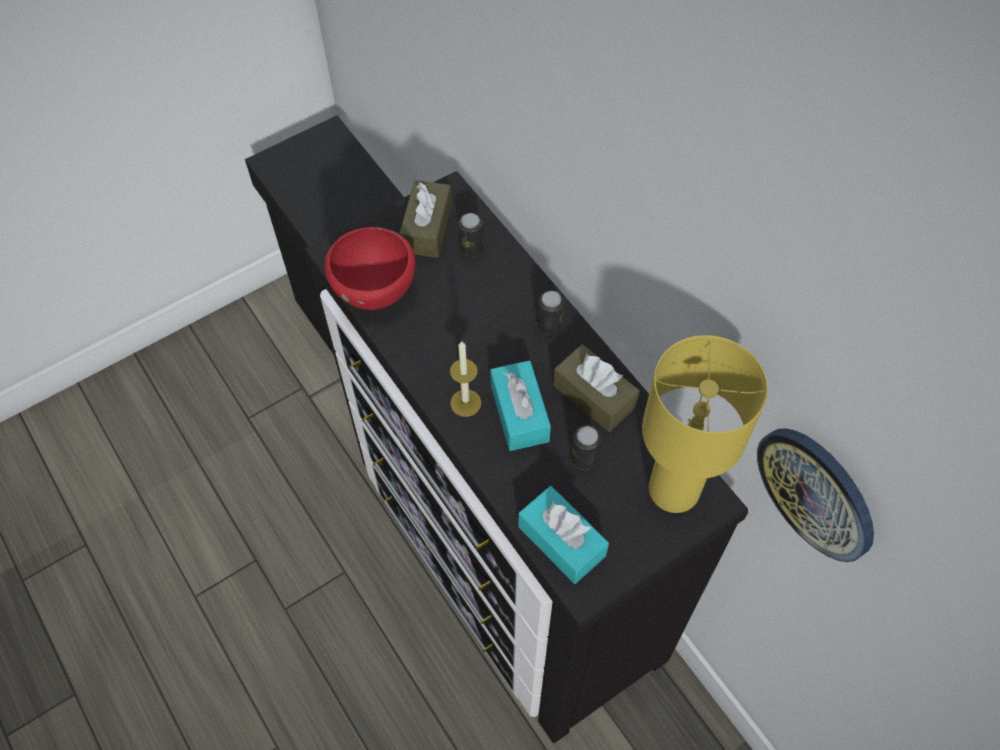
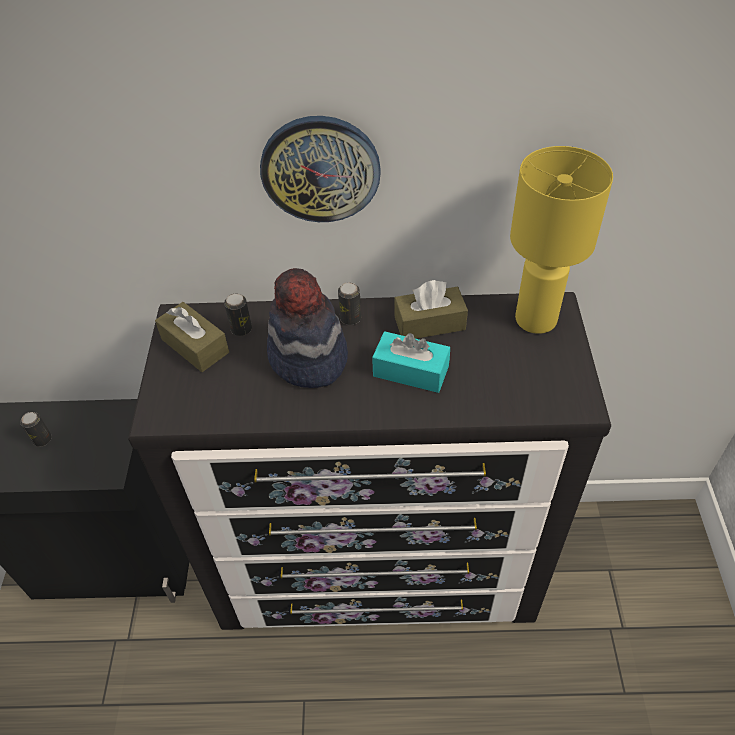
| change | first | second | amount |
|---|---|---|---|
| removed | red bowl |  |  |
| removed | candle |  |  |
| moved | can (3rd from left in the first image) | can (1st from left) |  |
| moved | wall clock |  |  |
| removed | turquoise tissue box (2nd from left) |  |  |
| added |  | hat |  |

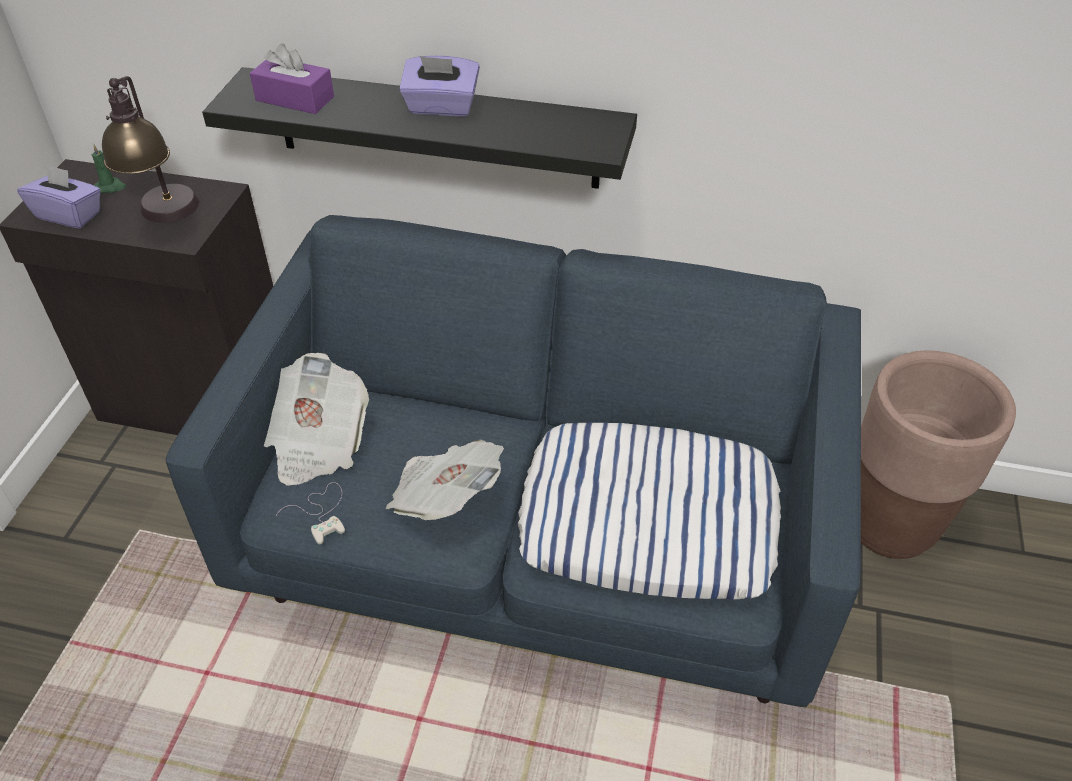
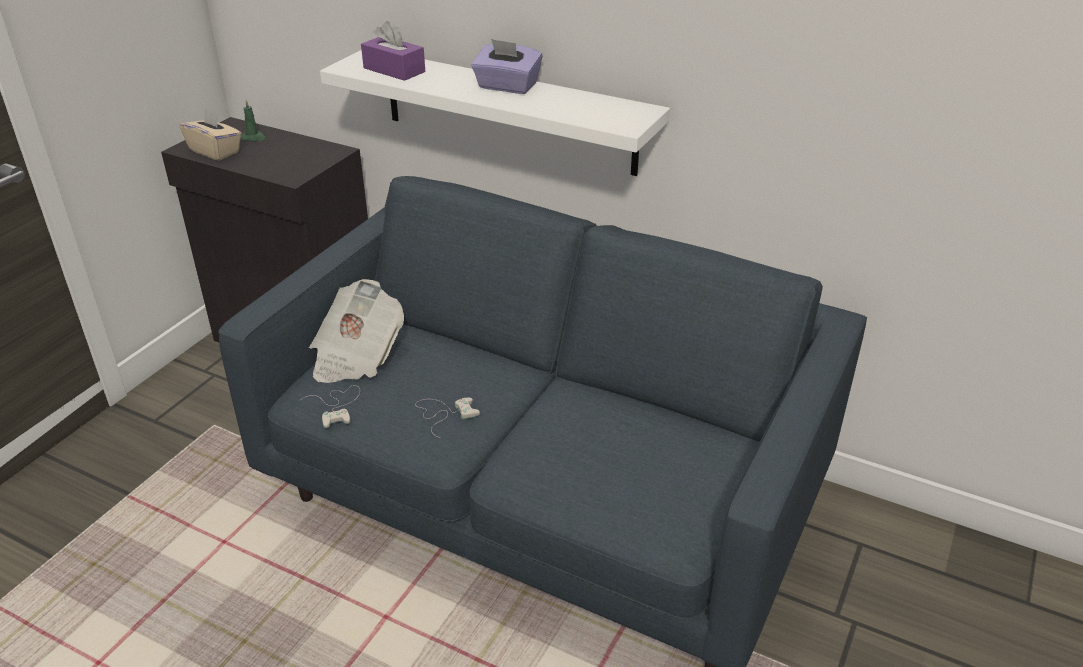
| change | first | second | amount |
|---|---|---|---|
| recoloured | black shelf | white shelf |  |
| removed | table lamp |  |  |
| recoloured | purple tissue box (1st from left) | beige tissue box |  |
| removed | brown planter |  |  |
| removed | pillow |  |  |
| replaced | newspaper (2nd from left) | white game controller (2nd from left) |  |

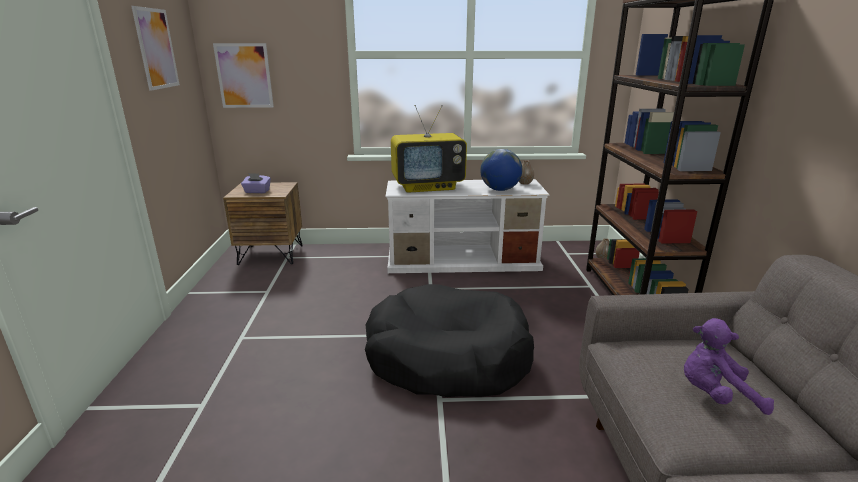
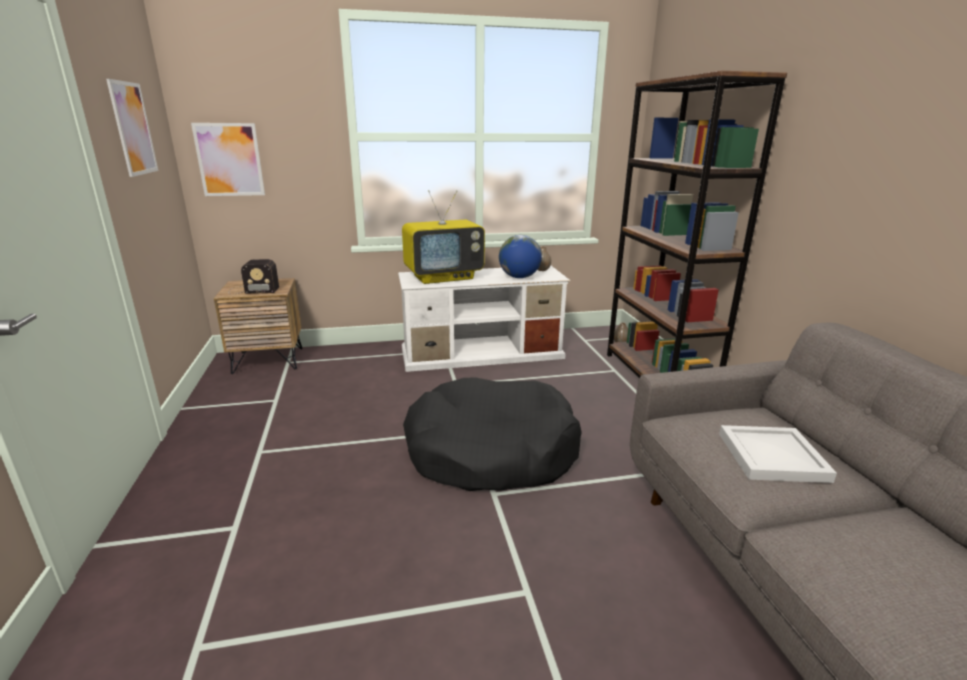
| change | first | second | amount |
|---|---|---|---|
| replaced | purple tissue box | radio |  |
| replaced | purple plush toy | white tray |  |

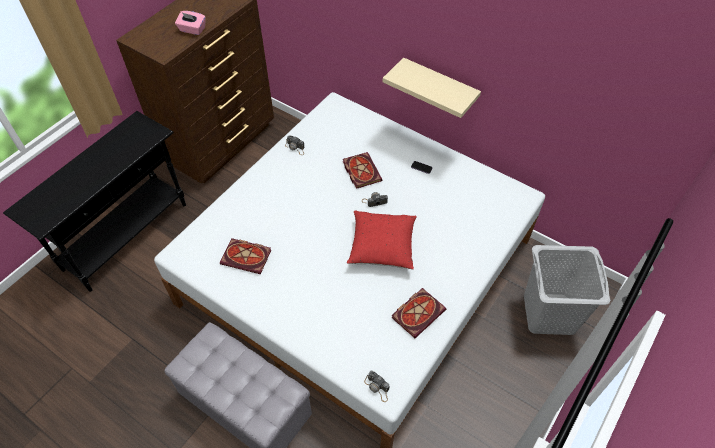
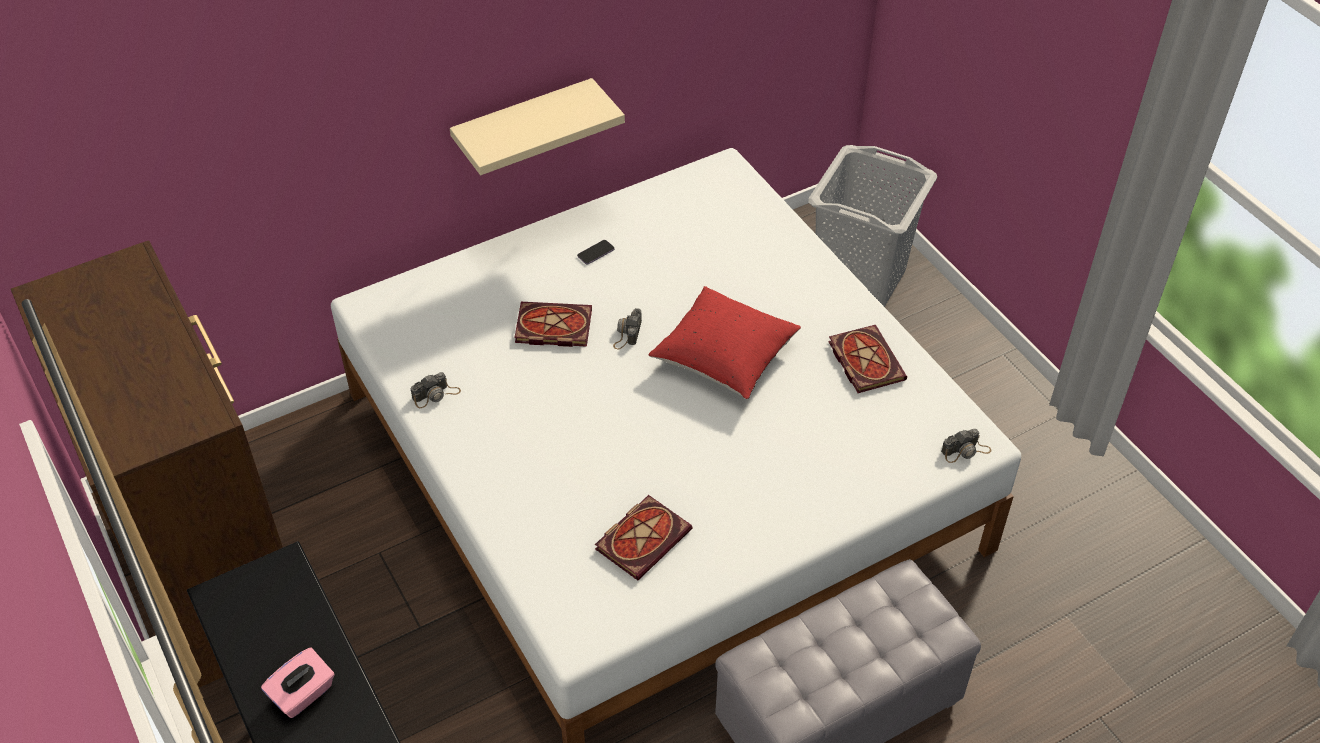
| change | first | second | amount |
|---|---|---|---|
| moved | pink tissue box |  |  |

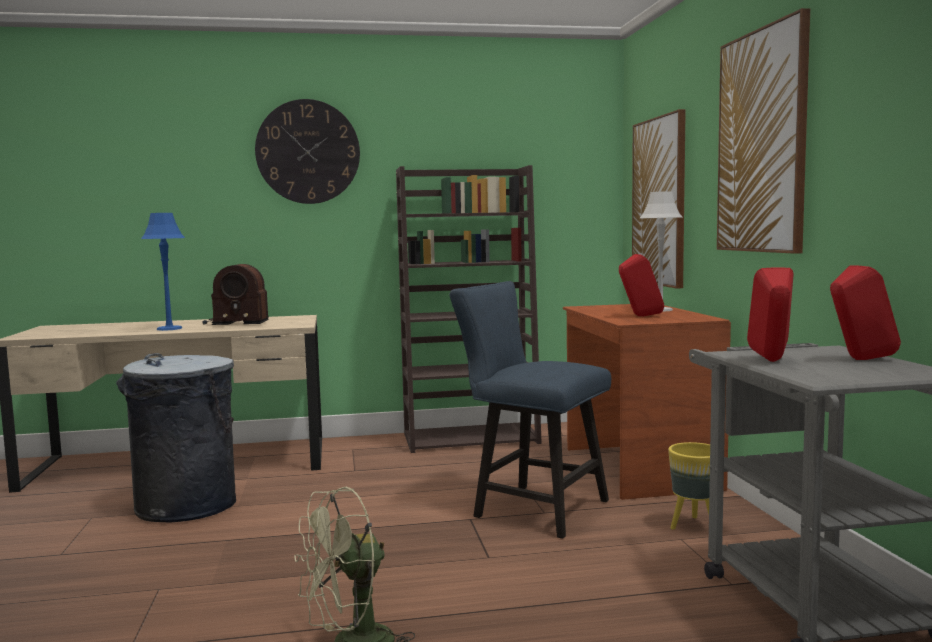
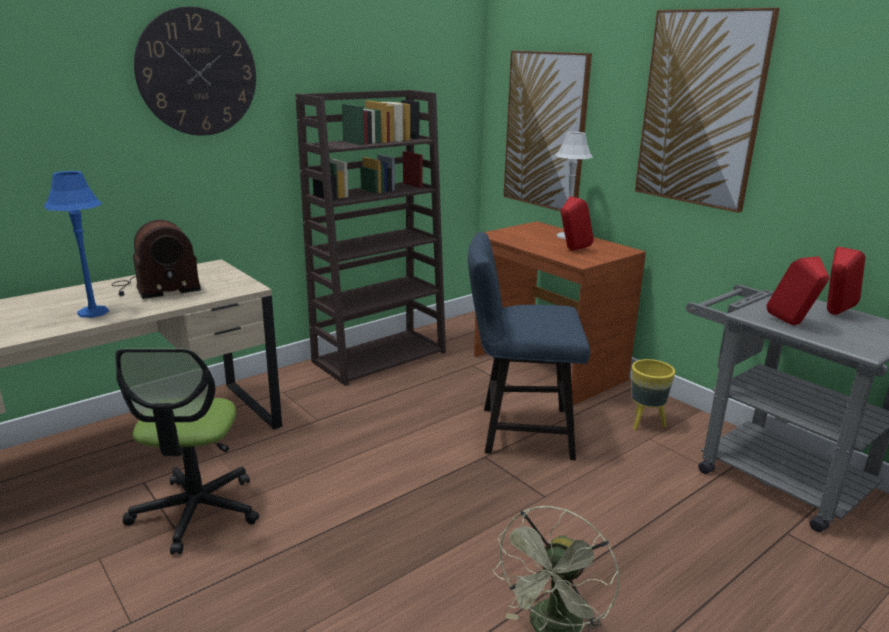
| change | first | second | amount |
|---|---|---|---|
| replaced | grey trash can | office chair |  |

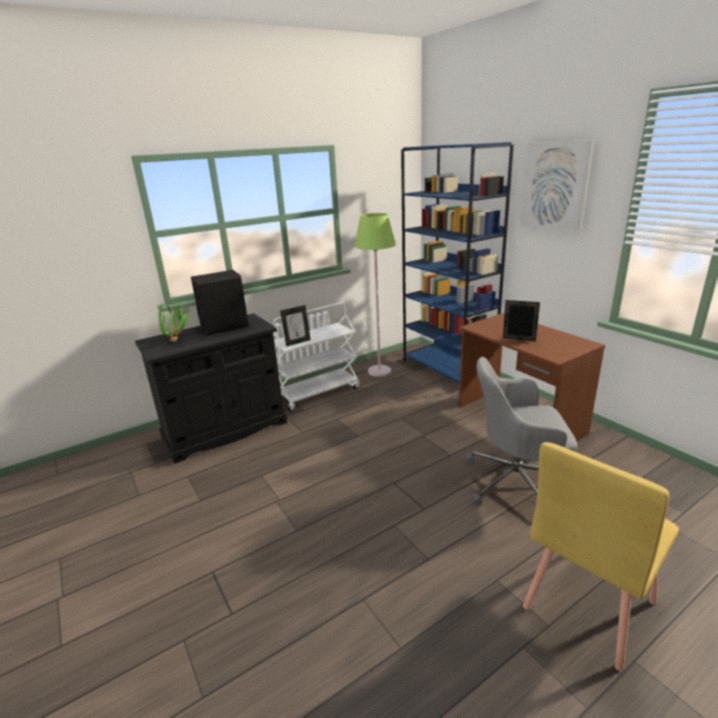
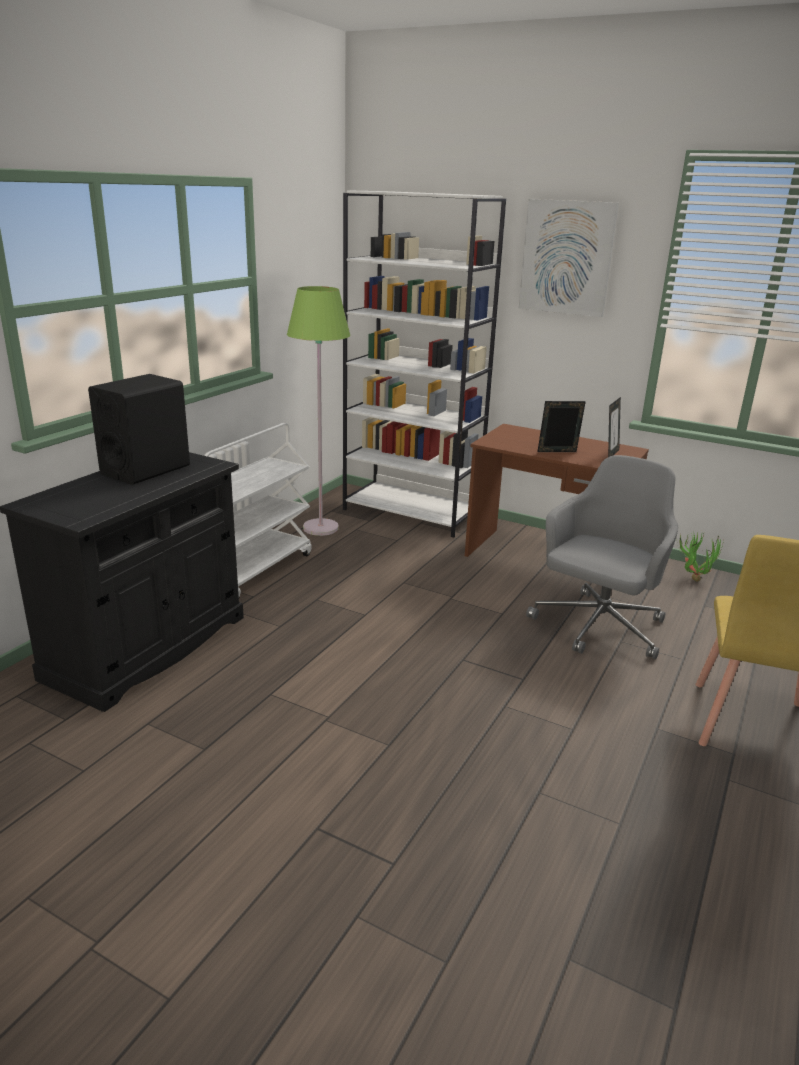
| change | first | second | amount |
|---|---|---|---|
| recoloured | blue bookcase | white bookcase |  |
| moved | potted plant |  |  |
| moved | picture frame (1st from left in the first image) | picture frame (2nd from left) |  |
| turned | grey office chair |  | 150 degrees clockwise |

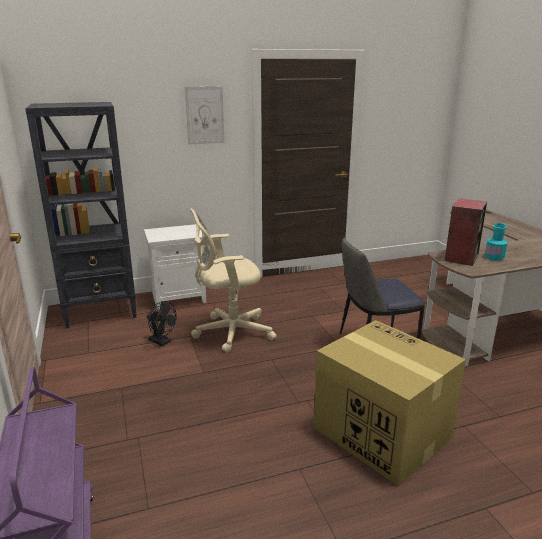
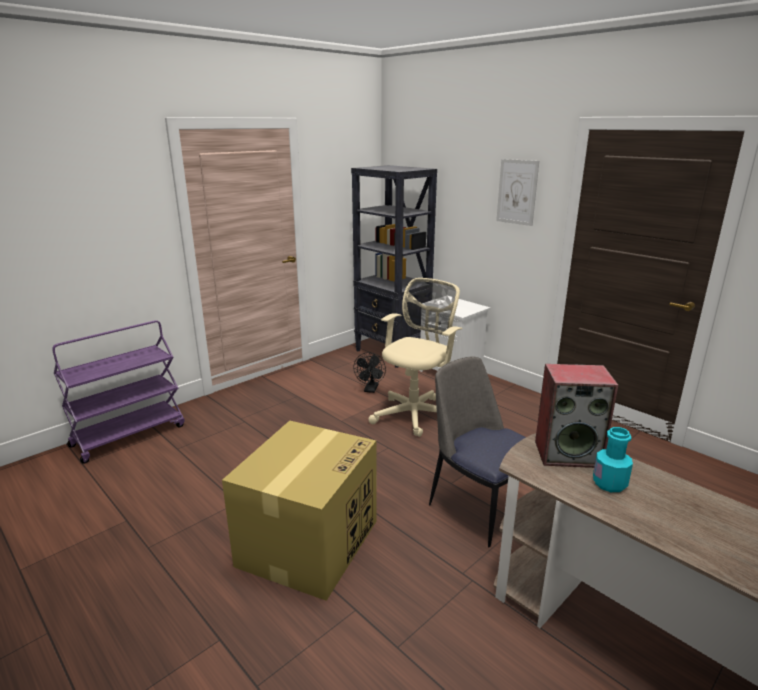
| change | first | second | amount |
|---|---|---|---|
| turned | beige office chair |  | 75 degrees clockwise |

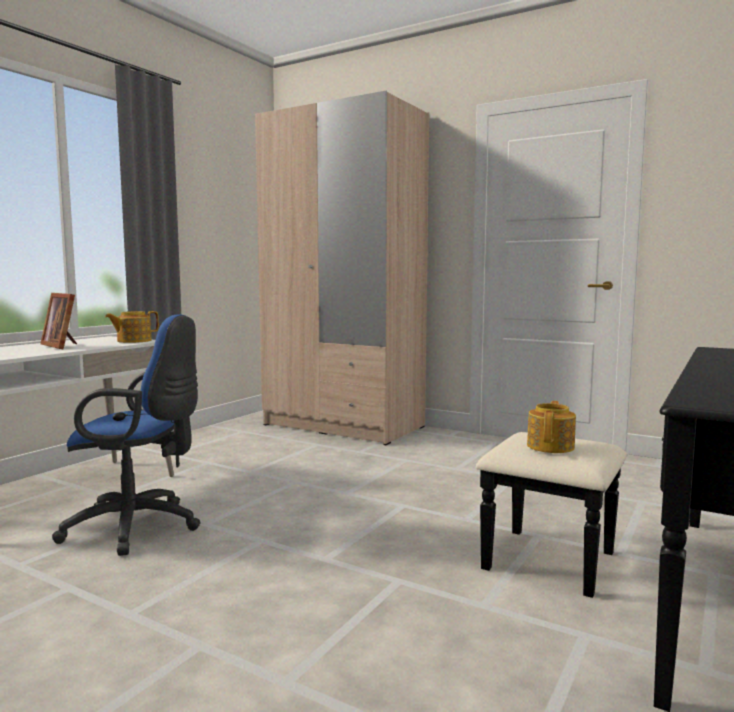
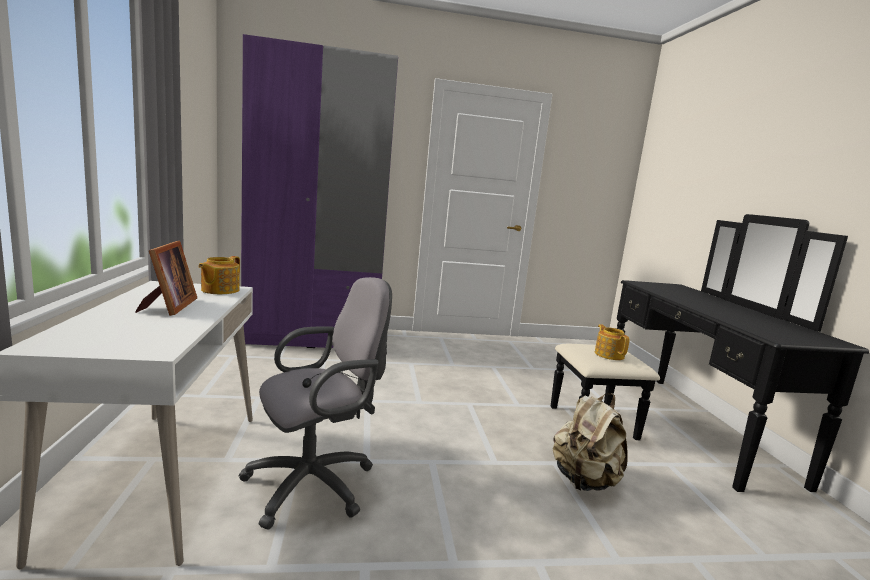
| change | first | second | amount |
|---|---|---|---|
| recoloured | beige wardrobe | purple wardrobe |  |
| turned | picture frame |  | 105 degrees counterclockwise |
| recoloured | blue office chair | grey office chair |  |
| added |  | beige backpack |  |

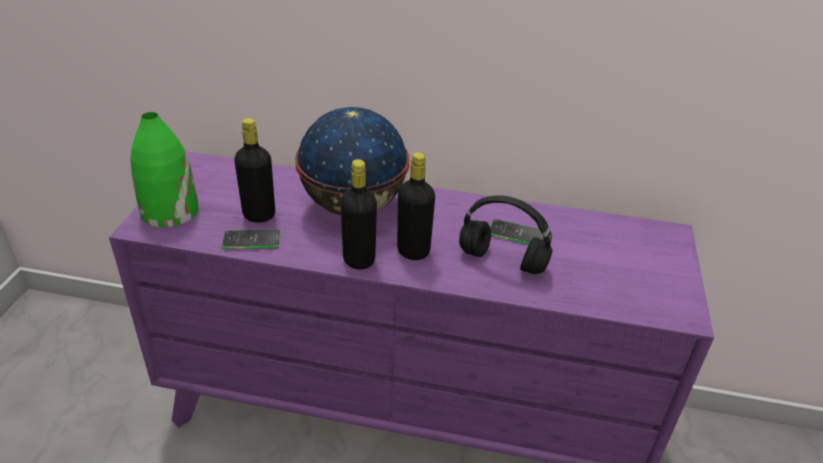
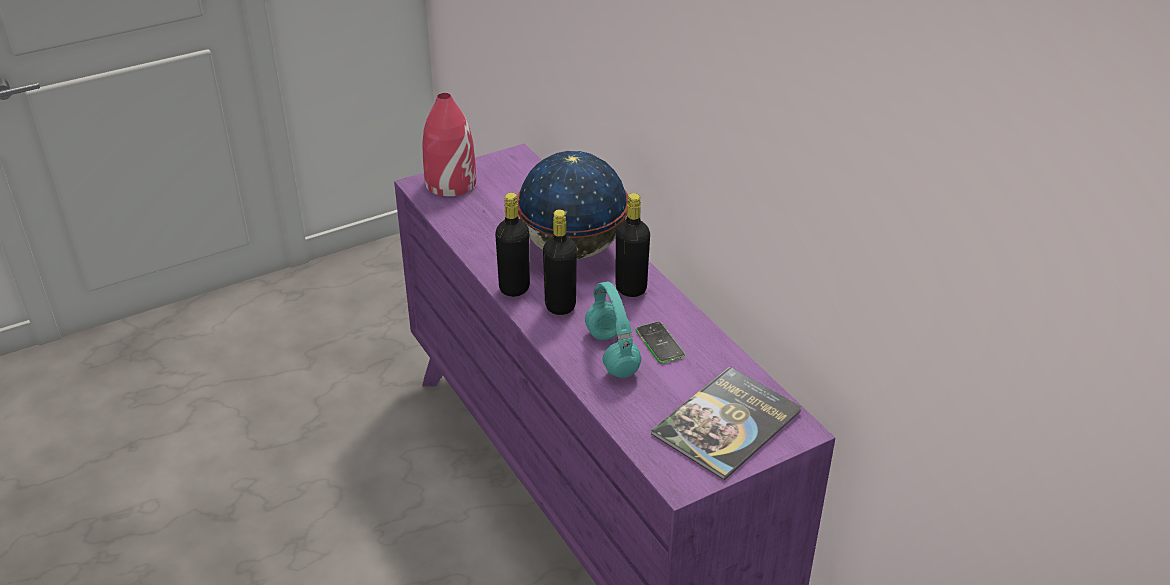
| change | first | second | amount |
|---|---|---|---|
| recoloured | green vase | red vase |  |
| moved | black bottle (1st from left in the first image) | black bottle (3rd from left) |  |
| recoloured | black headphones | turquoise headphones |  |
| removed | phone (1st from left) |  |  |
| added |  | book |  |

